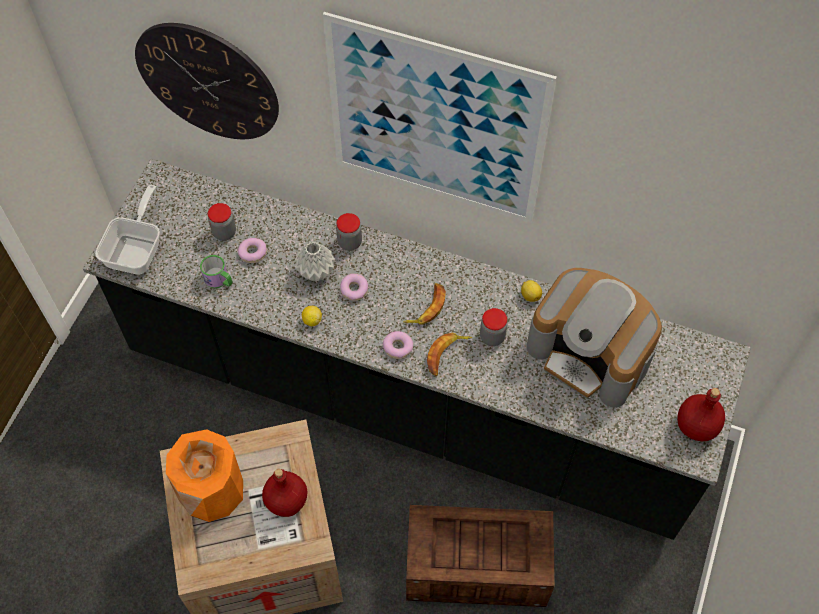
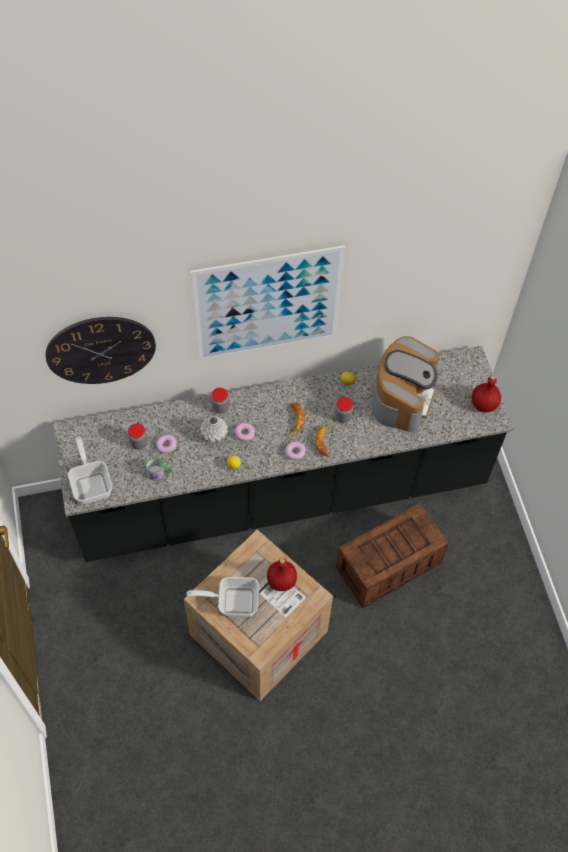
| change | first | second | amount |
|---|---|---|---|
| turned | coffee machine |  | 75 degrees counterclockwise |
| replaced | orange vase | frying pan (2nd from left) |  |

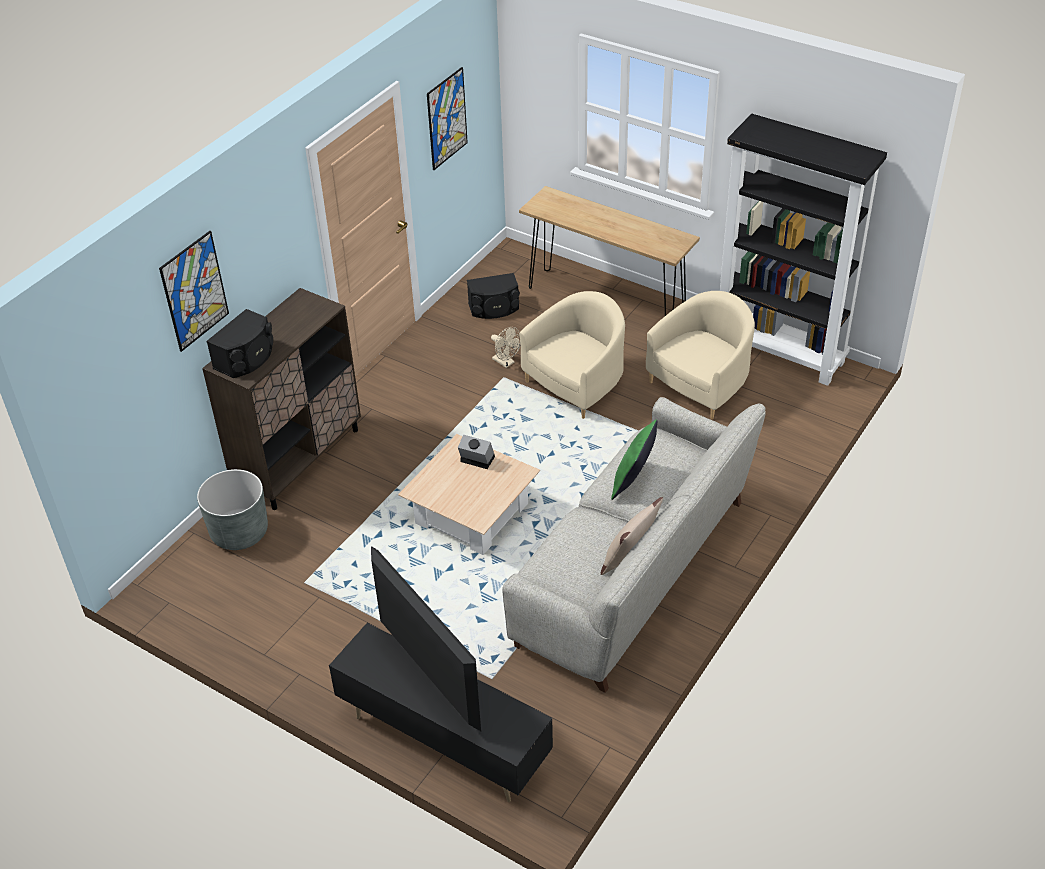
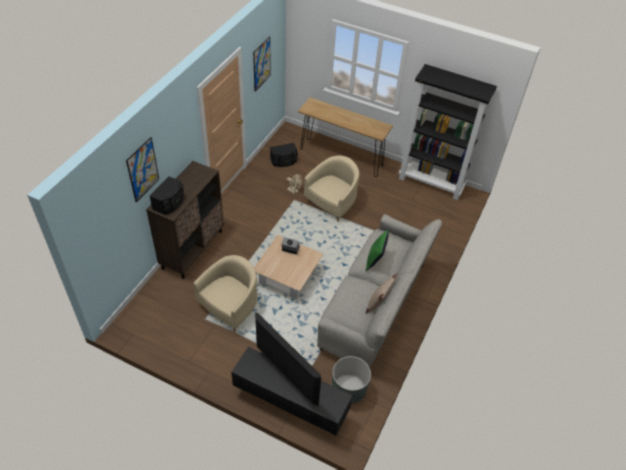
| change | first | second | amount |
|---|---|---|---|
| moved | beige armchair (2nd from left in the first image) | beige armchair (1st from left) |  |
| moved | grey planter |  |  |

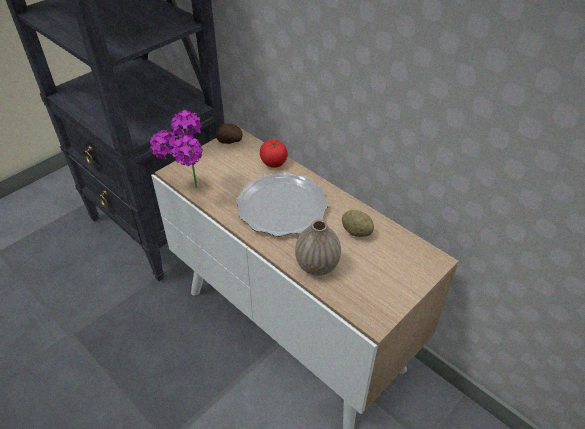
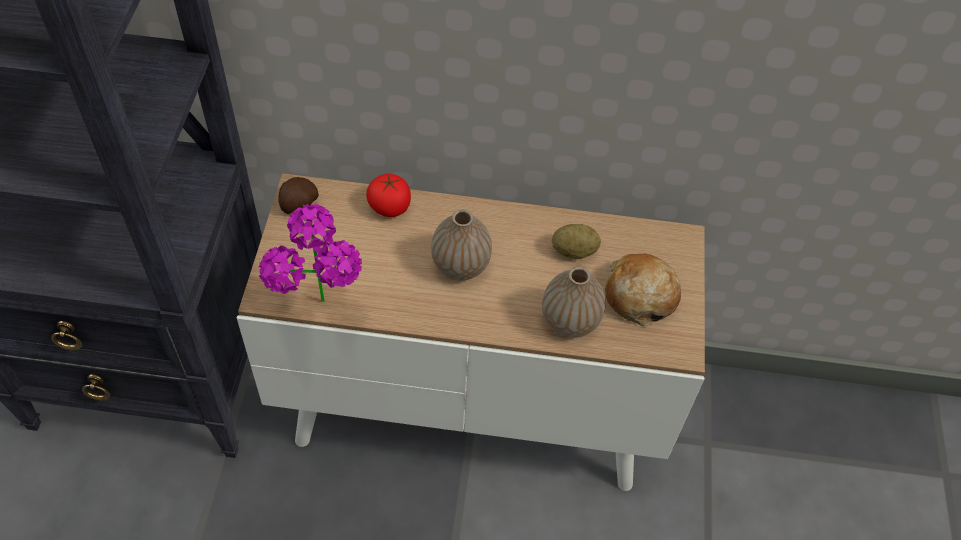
| change | first | second | amount |
|---|---|---|---|
| replaced | plate | vase (1st from left) |  |
| added |  | bread |  |

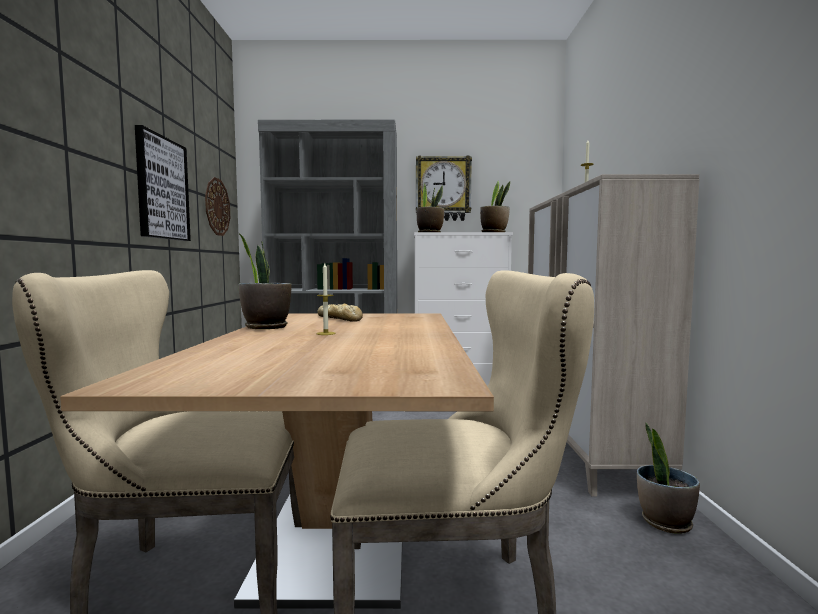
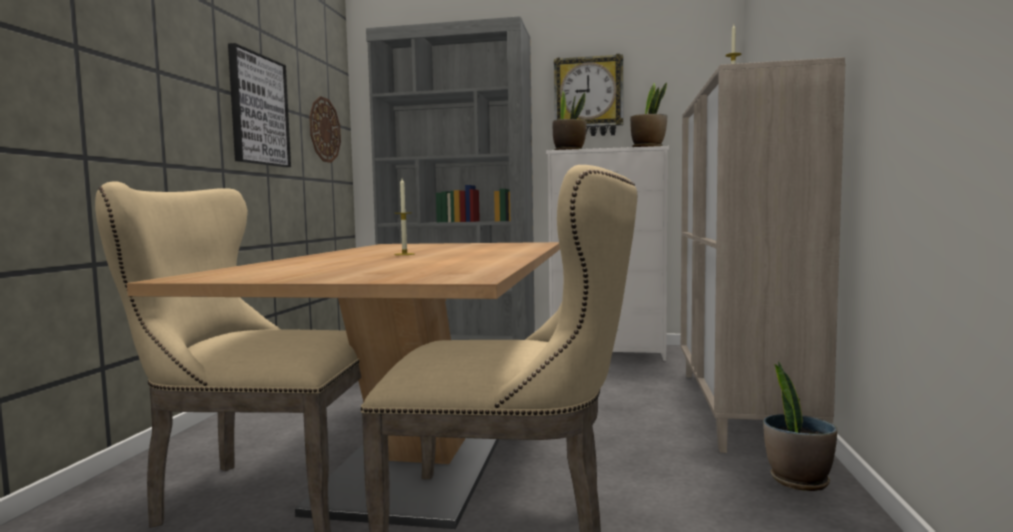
| change | first | second | amount |
|---|---|---|---|
| removed | potted plant (1st from left) |  |  |
| removed | bread |  |  |

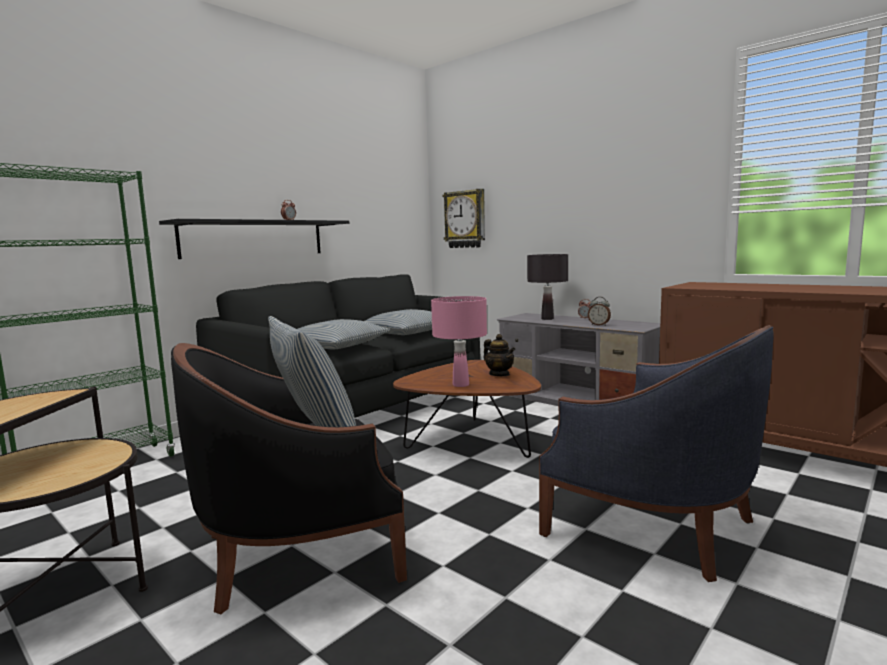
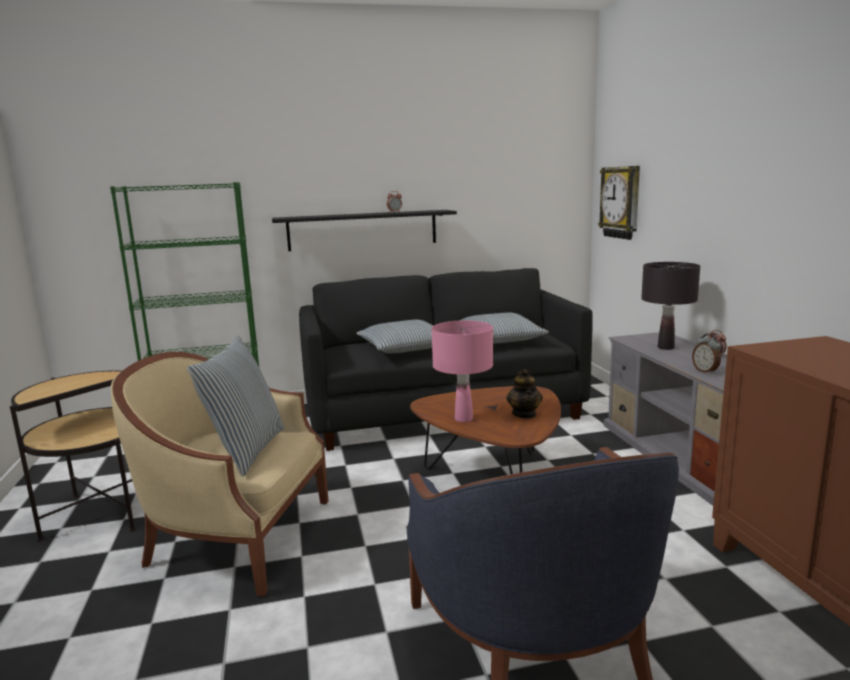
| change | first | second | amount |
|---|---|---|---|
| recoloured | black armchair | beige armchair |  |

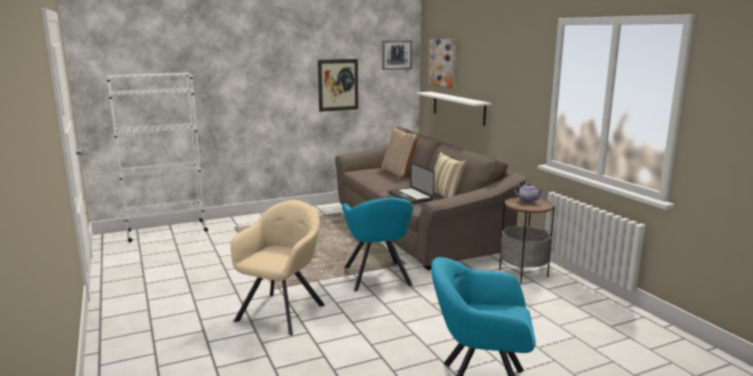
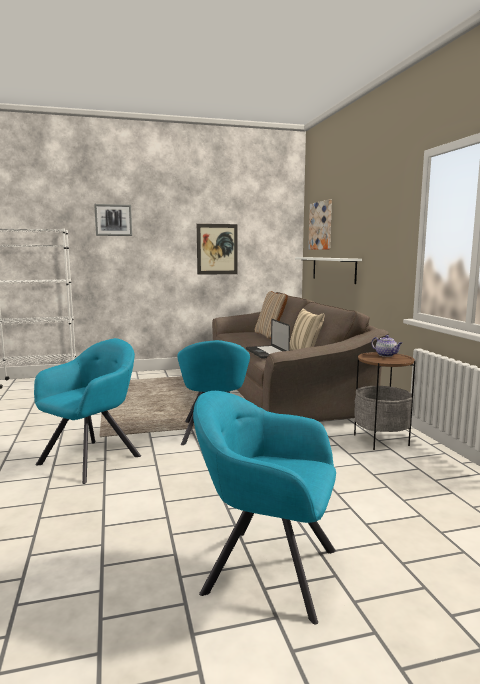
| change | first | second | amount |
|---|---|---|---|
| moved | picture (2nd from left in the first image) | picture (1st from left) |  |
| recoloured | beige armchair | turquoise armchair (1st from left) |  |

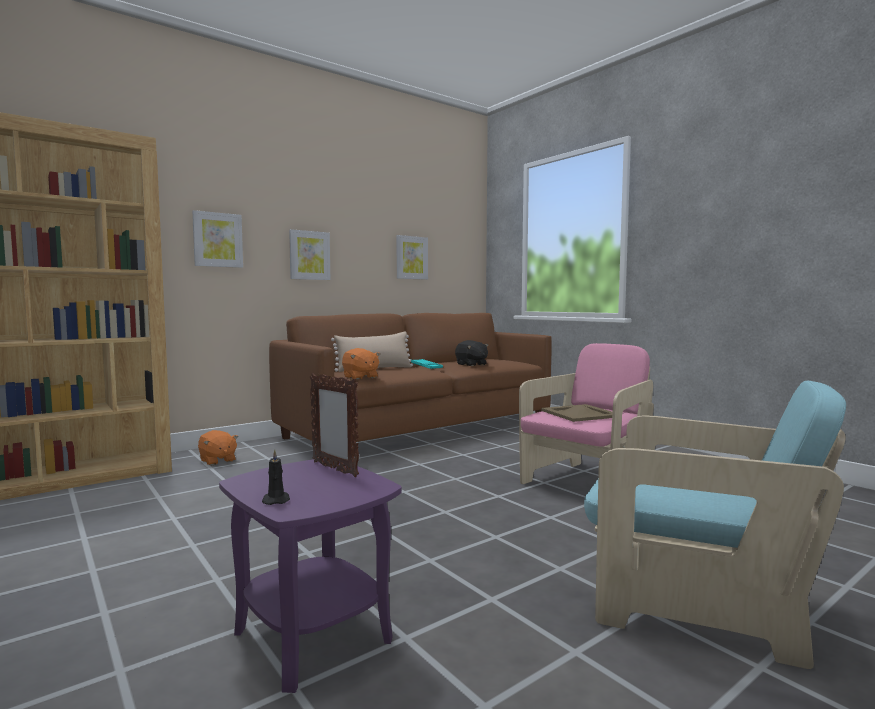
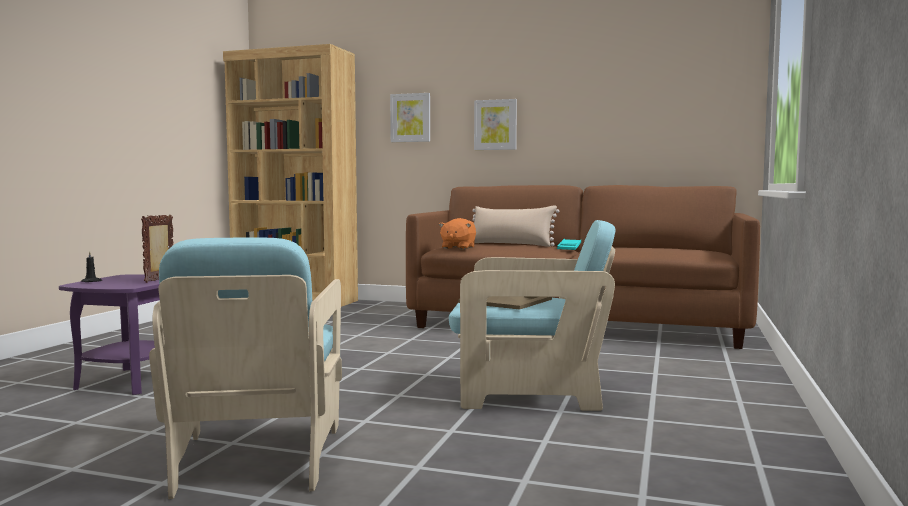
| change | first | second | amount |
|---|---|---|---|
| removed | picture (3rd from left) |  |  |
| removed | black plush toy |  |  |
| recoloured | pink armchair | turquoise armchair (2nd from left) |  |
| removed | orange plush toy (1st from left) |  |  |

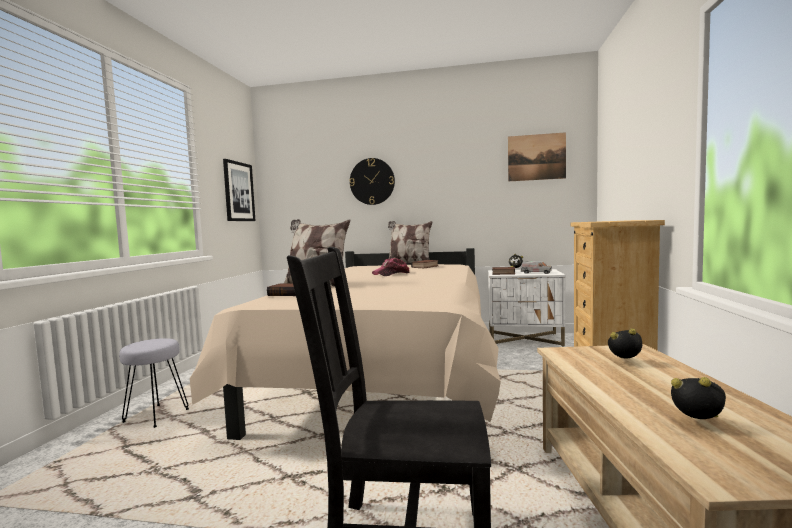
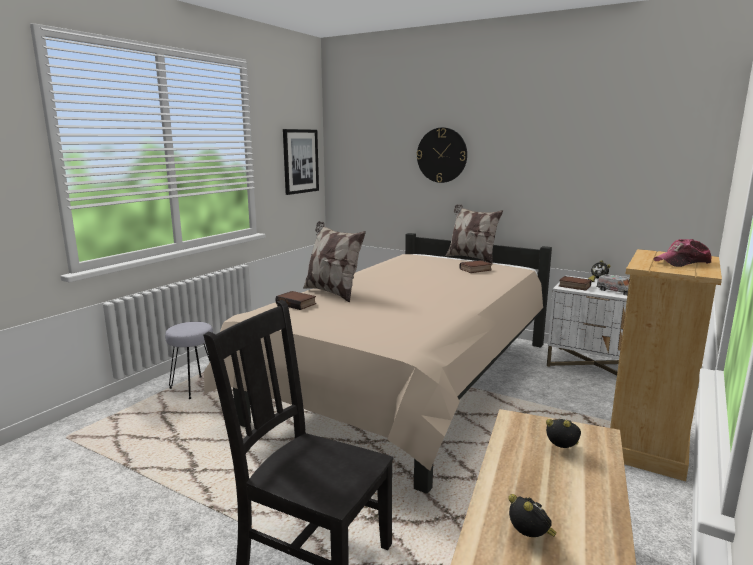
| change | first | second | amount |
|---|---|---|---|
| removed | picture (2nd from left) |  |  |
| moved | cap |  |  |

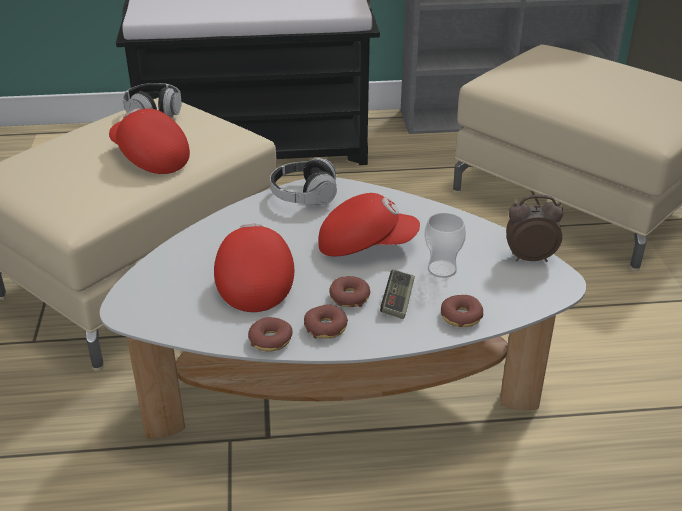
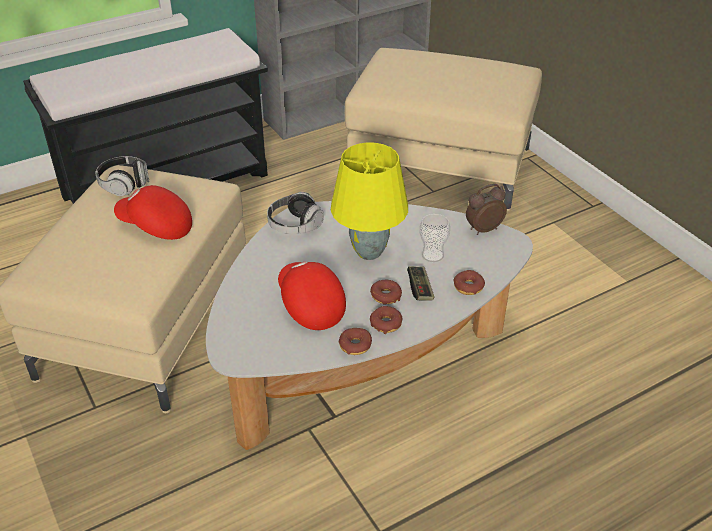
| change | first | second | amount |
|---|---|---|---|
| replaced | red cap (3rd from left) | yellow table lamp |  |

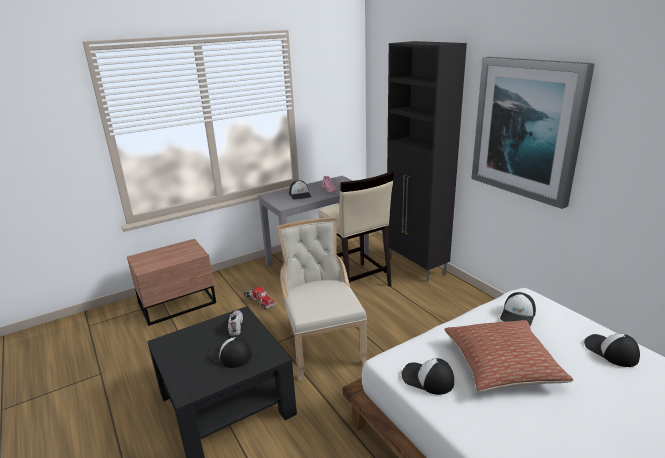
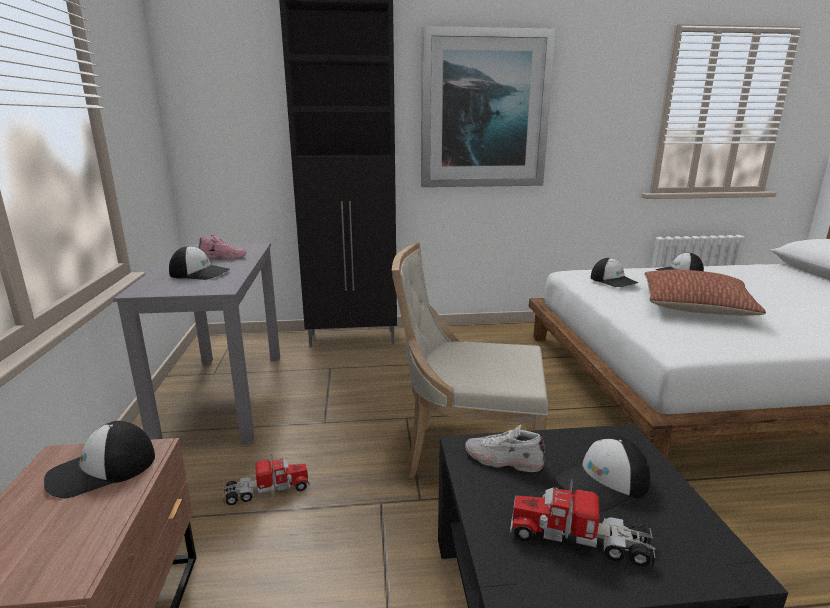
| change | first | second | amount |
|---|---|---|---|
| removed | beige stool |  |  |
| moved | cap (3rd from left in the first image) | cap (1st from left) |  |
| added |  | toy truck (2nd from left) |  |

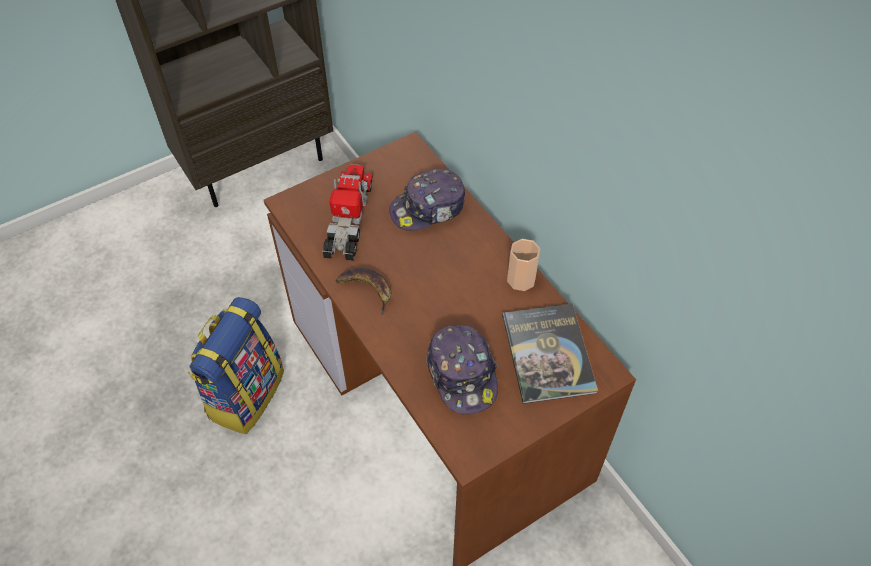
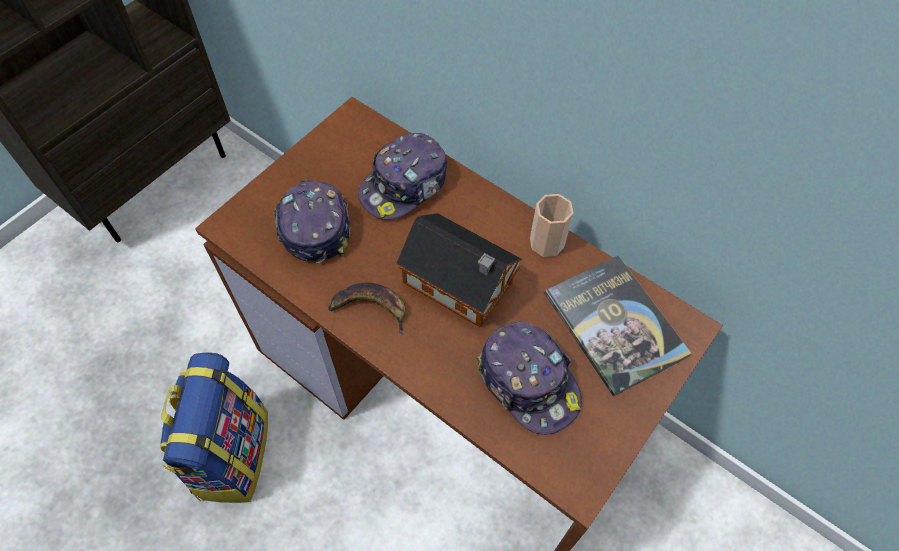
| change | first | second | amount |
|---|---|---|---|
| replaced | toy truck | cap (1st from left) |  |
| added |  | toy house |  |

